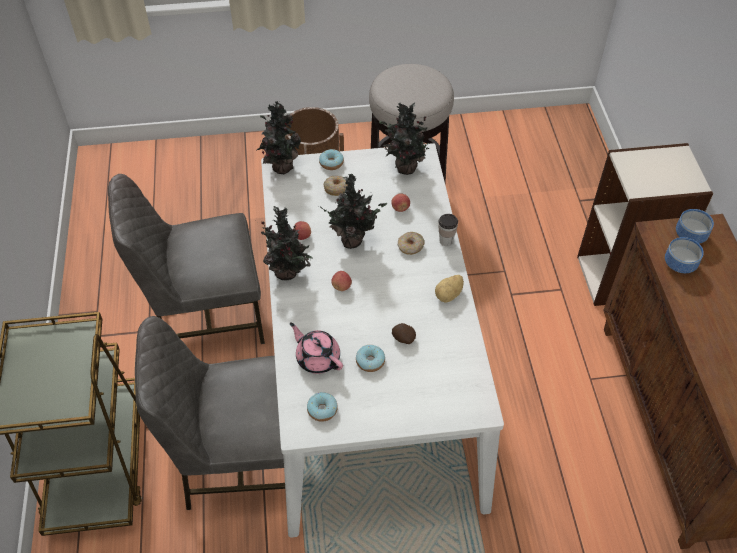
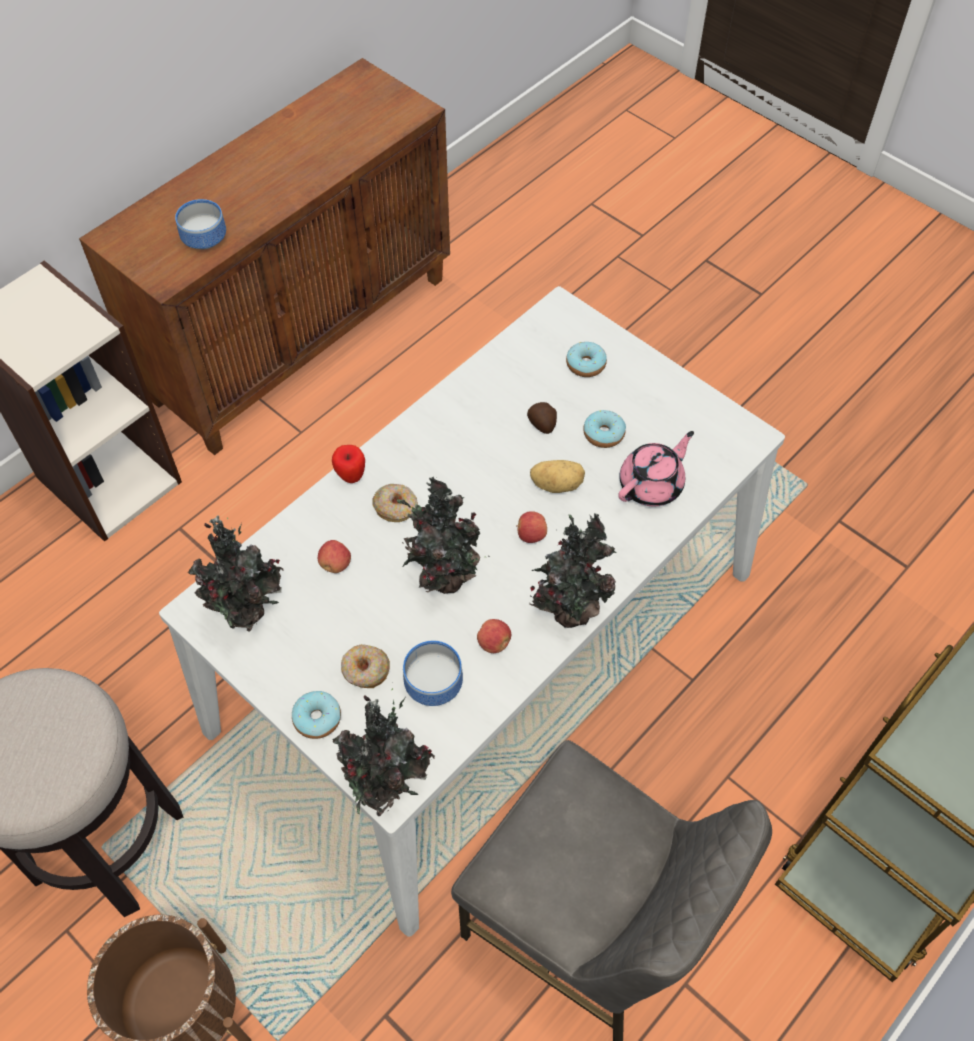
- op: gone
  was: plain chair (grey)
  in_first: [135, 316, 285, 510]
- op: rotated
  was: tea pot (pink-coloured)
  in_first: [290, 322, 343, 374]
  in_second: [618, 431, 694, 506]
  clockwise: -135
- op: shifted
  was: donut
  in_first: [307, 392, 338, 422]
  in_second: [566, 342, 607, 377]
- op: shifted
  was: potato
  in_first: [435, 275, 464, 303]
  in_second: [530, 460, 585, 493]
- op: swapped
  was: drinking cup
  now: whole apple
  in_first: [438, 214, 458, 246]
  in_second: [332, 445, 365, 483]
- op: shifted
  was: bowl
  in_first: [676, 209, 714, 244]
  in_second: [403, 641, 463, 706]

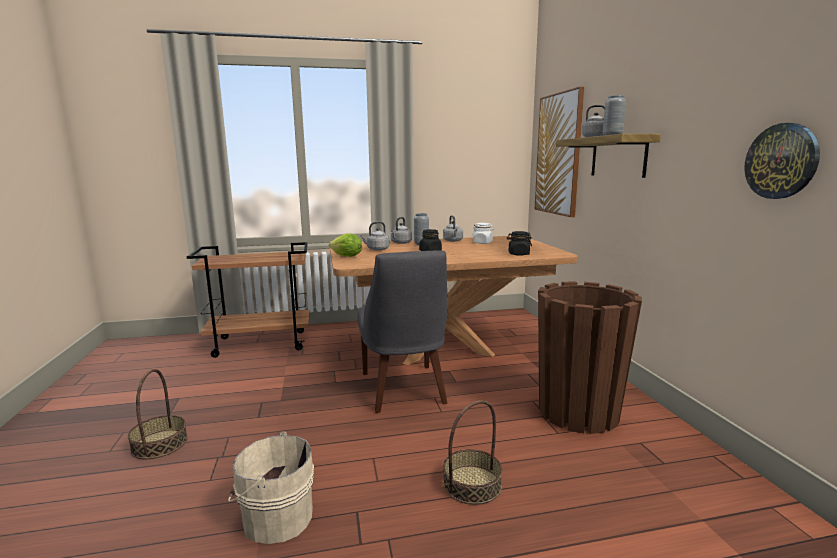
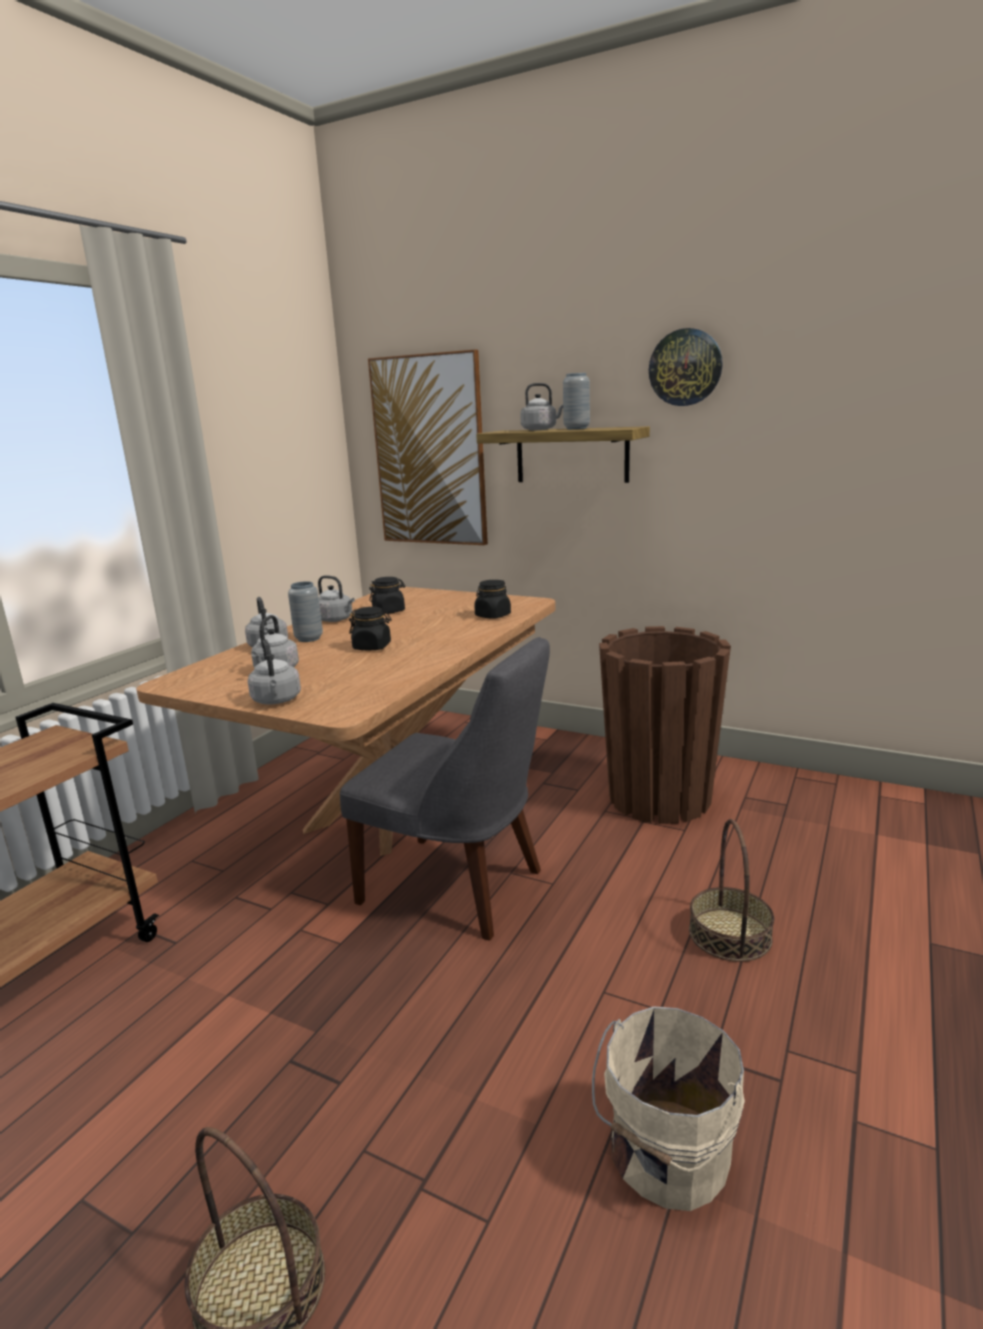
- op: swapped
  was: lettuce head
  now: tea kettle (grey)
  in_first: [329, 233, 362, 257]
  in_second: [248, 639, 301, 704]
- op: repainted
  was: preserve jar (white)
  now: preserve jar (black)
  in_first: [473, 223, 495, 244]
  in_second: [369, 577, 406, 614]
- op: shifted
  was: wall clock
  in_first: [744, 123, 820, 199]
  in_second: [649, 328, 723, 406]

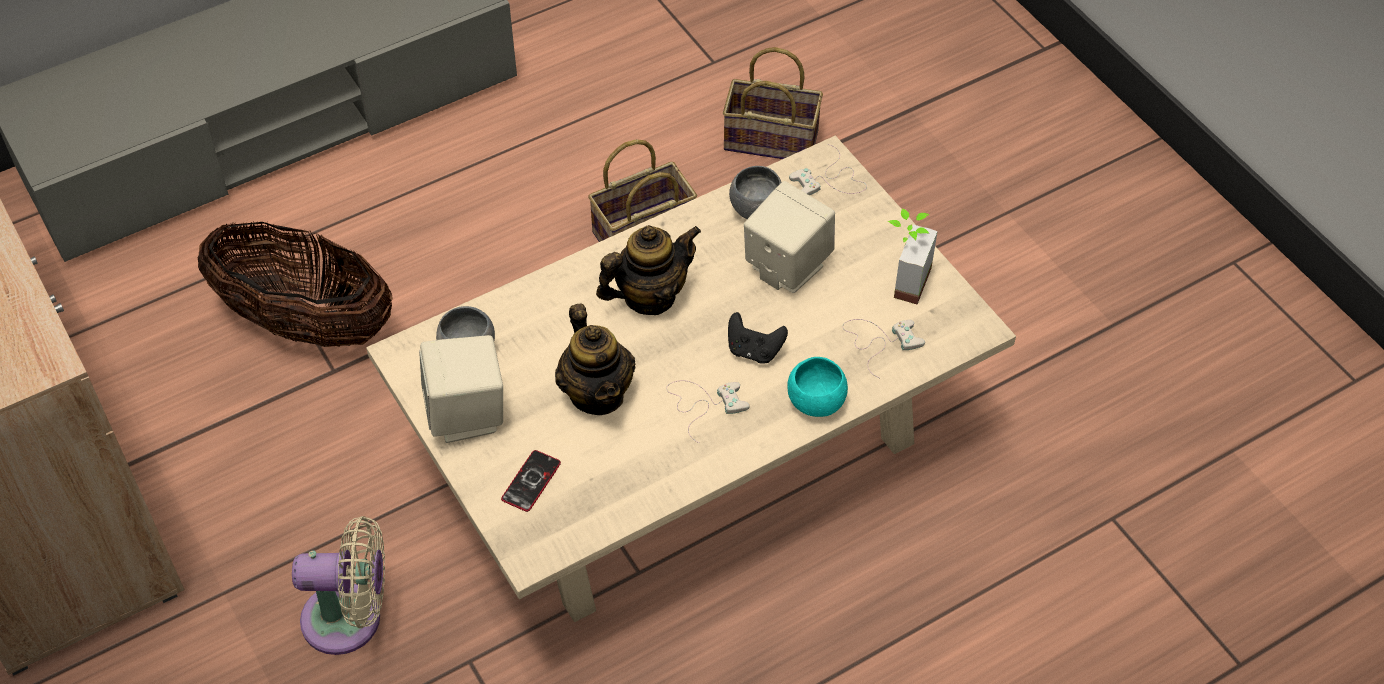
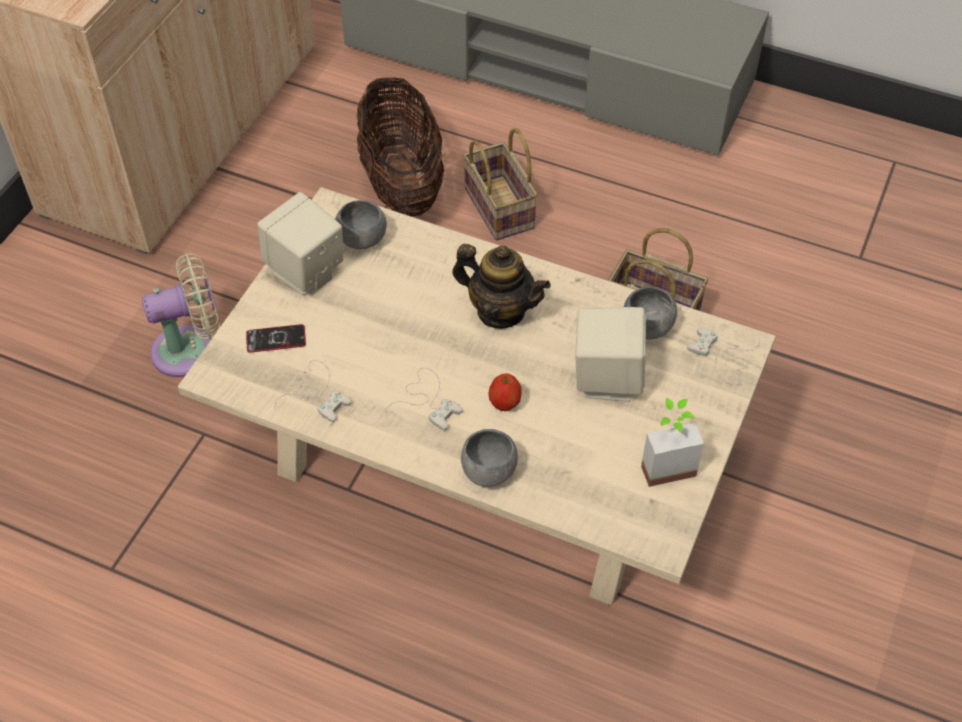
- op: rotated
  was: cooling fan (beige-coloured)
  in_first: [292, 516, 385, 655]
  in_second: [142, 253, 220, 377]
  clockwise: -75
- op: gone
  was: tea pot
  in_first: [555, 304, 636, 415]
- op: shifted
  was: basket
  in_first: [723, 47, 823, 159]
  in_second: [463, 128, 538, 240]
- op: swapped
  was: gamepad (black)
  now: whole apple
  in_first: [728, 312, 788, 363]
  in_second: [488, 373, 522, 411]
- op: repainted
  was: bowl (turquoise)
  now: bowl (grey)
  in_first: [787, 357, 848, 417]
  in_second: [461, 429, 518, 487]
- op: shifted
  was: gamepad (white)
  in_first: [843, 319, 925, 378]
  in_second: [275, 360, 352, 422]

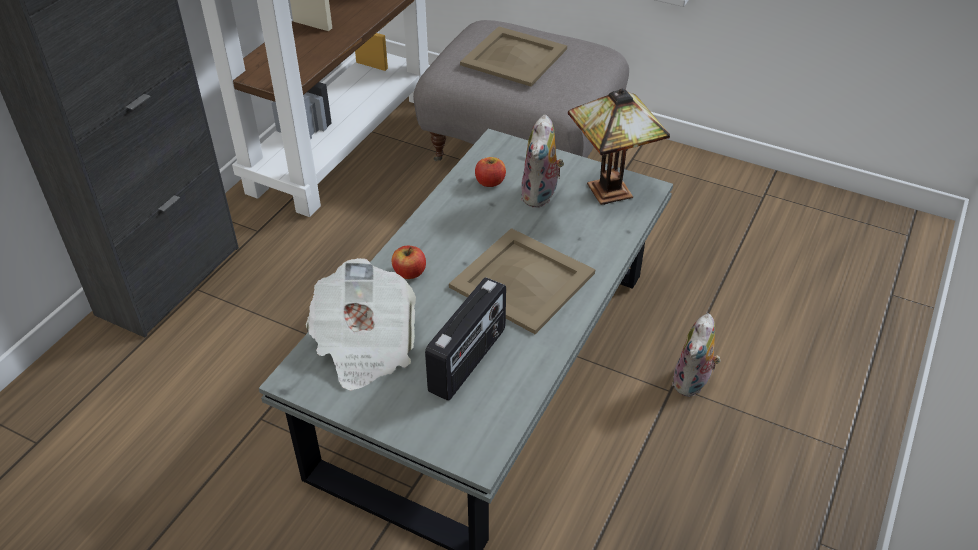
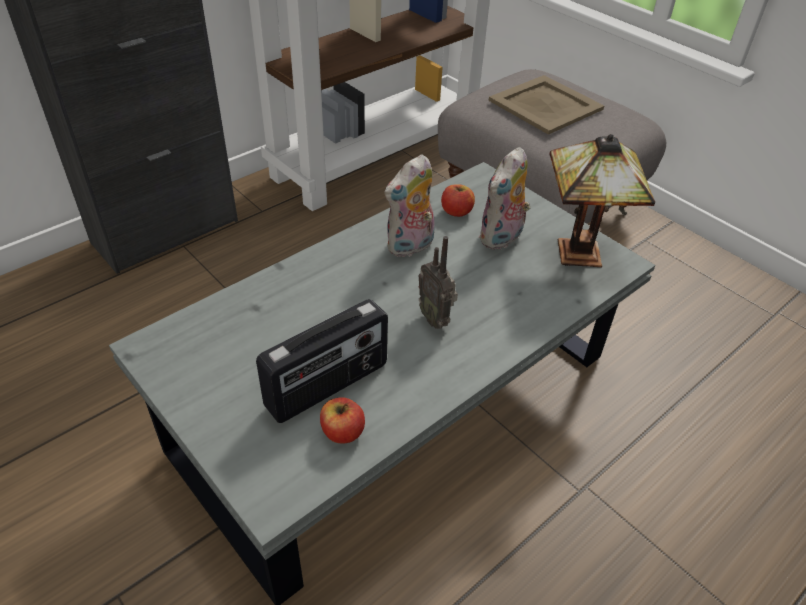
- op: gone
  was: daily paper
  in_first: [306, 258, 416, 391]
- op: shifted
  was: whole apple
  in_first: [392, 246, 426, 279]
  in_second: [320, 397, 365, 444]
- op: swapped
  was: tray (beige-coloured)
  now: radio
  in_first: [449, 228, 595, 334]
  in_second: [418, 236, 458, 329]
- op: shifted
  was: cuddly toy
  in_first: [672, 314, 721, 397]
  in_second: [384, 154, 435, 258]

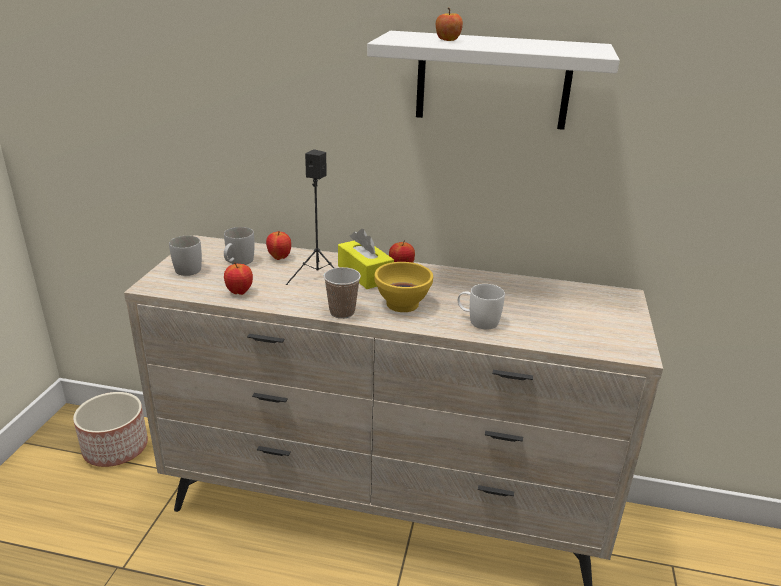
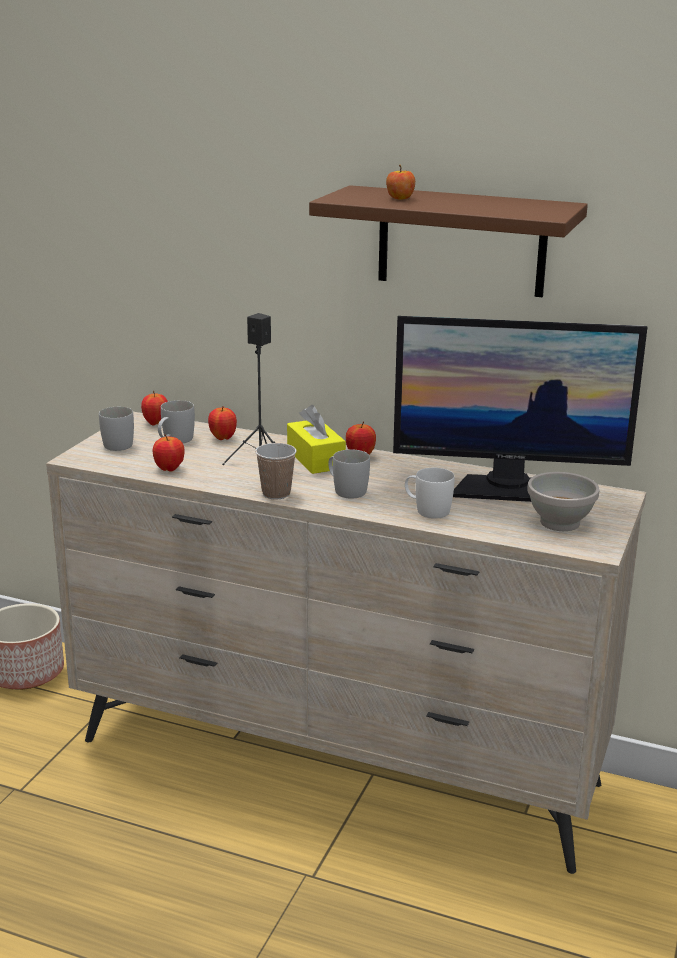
- op: repainted
  was: bracket shelf (white)
  now: bracket shelf (brownish)
  in_first: [367, 31, 620, 130]
  in_second: [309, 185, 588, 297]
- op: swapped
  was: bowl (yellow-coloured)
  now: mug (white)
  in_first: [374, 262, 433, 312]
  in_second: [328, 449, 370, 499]
- op: new
  now: whole apple
  in_second: [141, 391, 168, 425]
- op: new
  now: monitor
  in_second: [393, 316, 647, 502]
- op: new
  now: bowl (white)
  in_second: [527, 472, 600, 531]

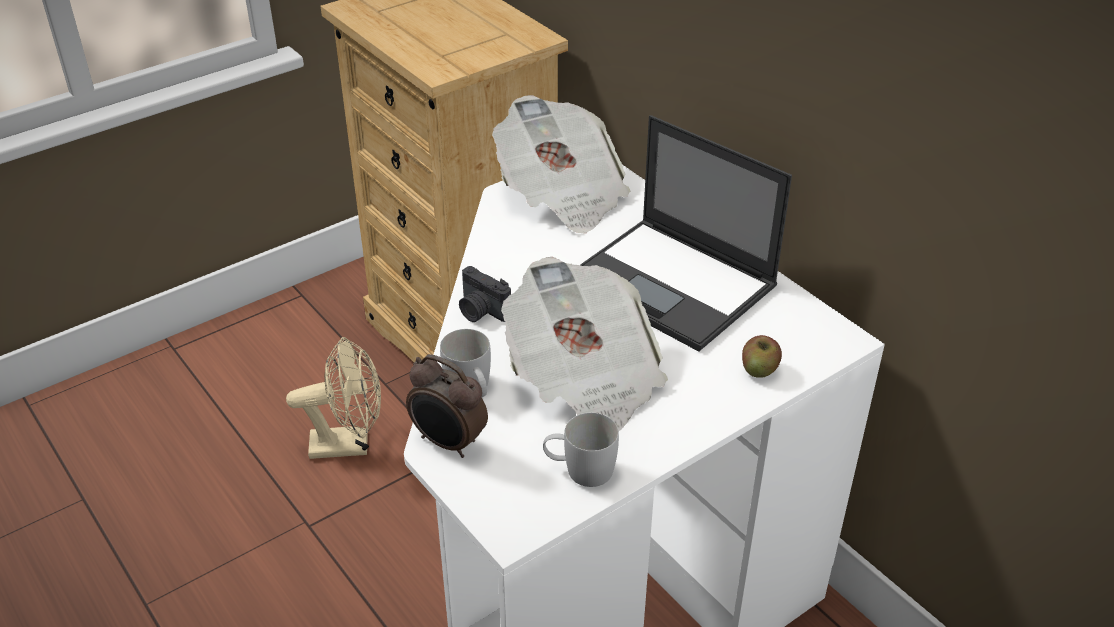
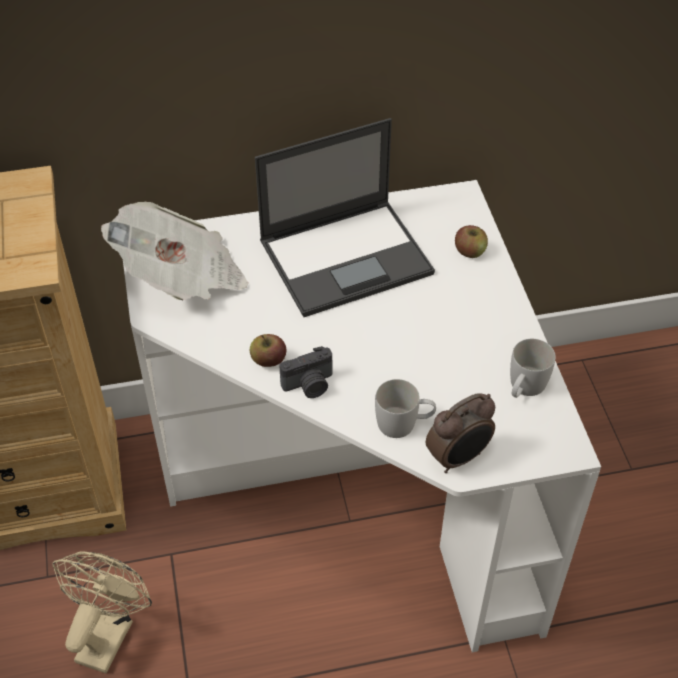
- op: gone
  was: daily paper
  in_first: [501, 257, 668, 431]
- op: new
  now: whole apple
  in_second: [250, 334, 286, 367]

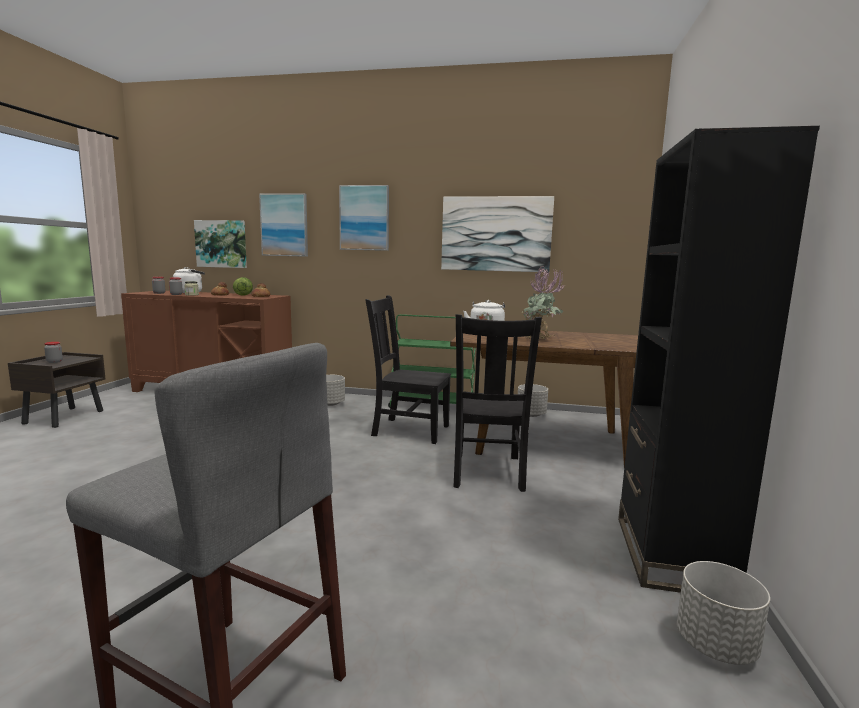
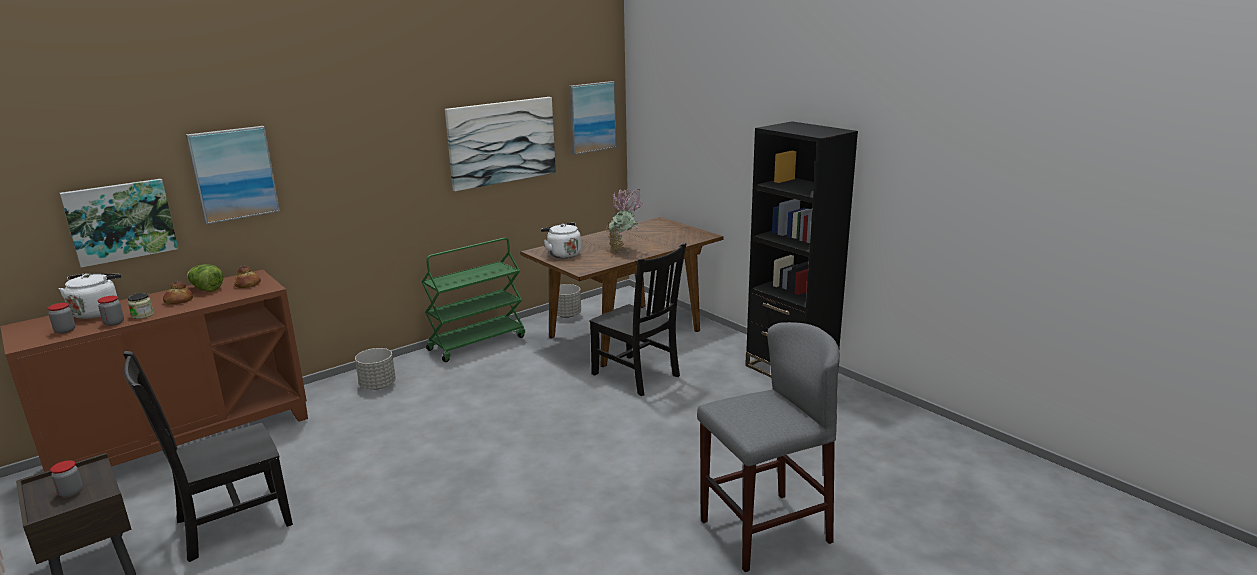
- op: shifted
  was: picture
  in_first: [339, 185, 389, 251]
  in_second: [569, 81, 617, 155]
- op: shifted
  was: plain chair (black)
  in_first: [366, 295, 451, 444]
  in_second: [123, 351, 293, 562]
- op: gone
  was: plant pot (grey)
  in_first: [677, 561, 770, 665]

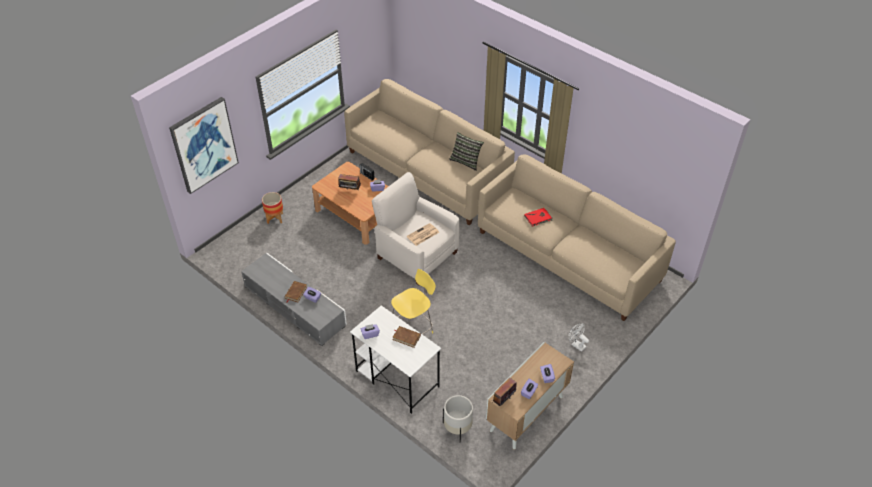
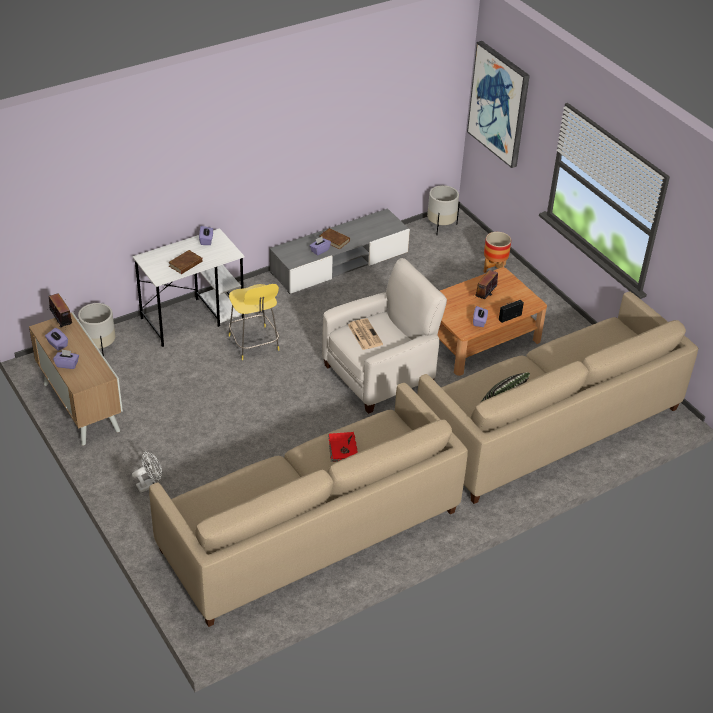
- op: new
  now: plant pot (white)
  in_second: [427, 185, 460, 236]

